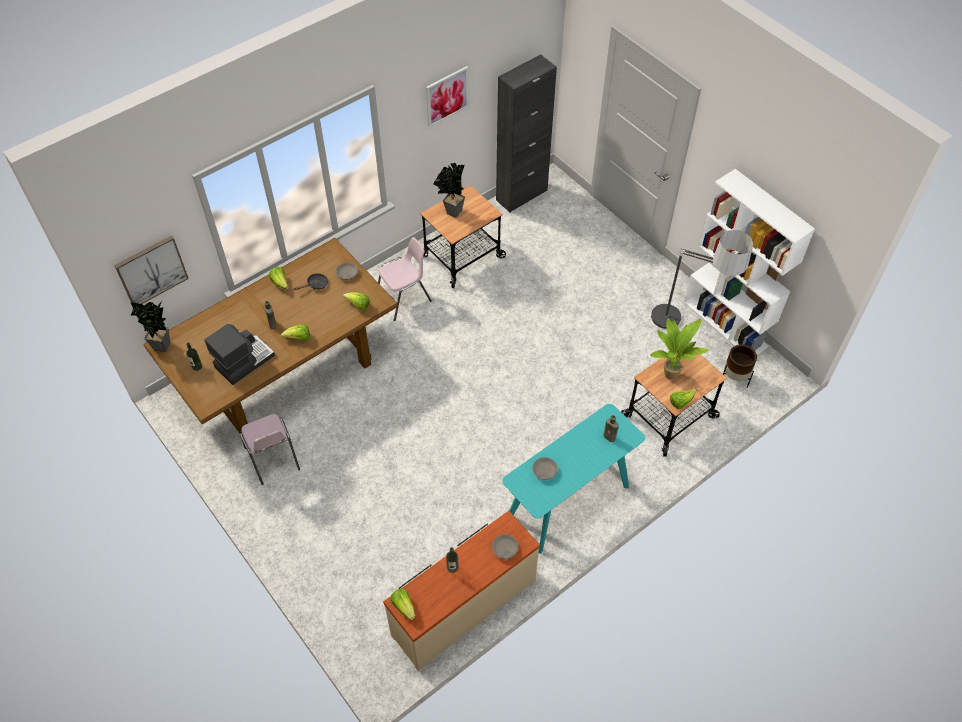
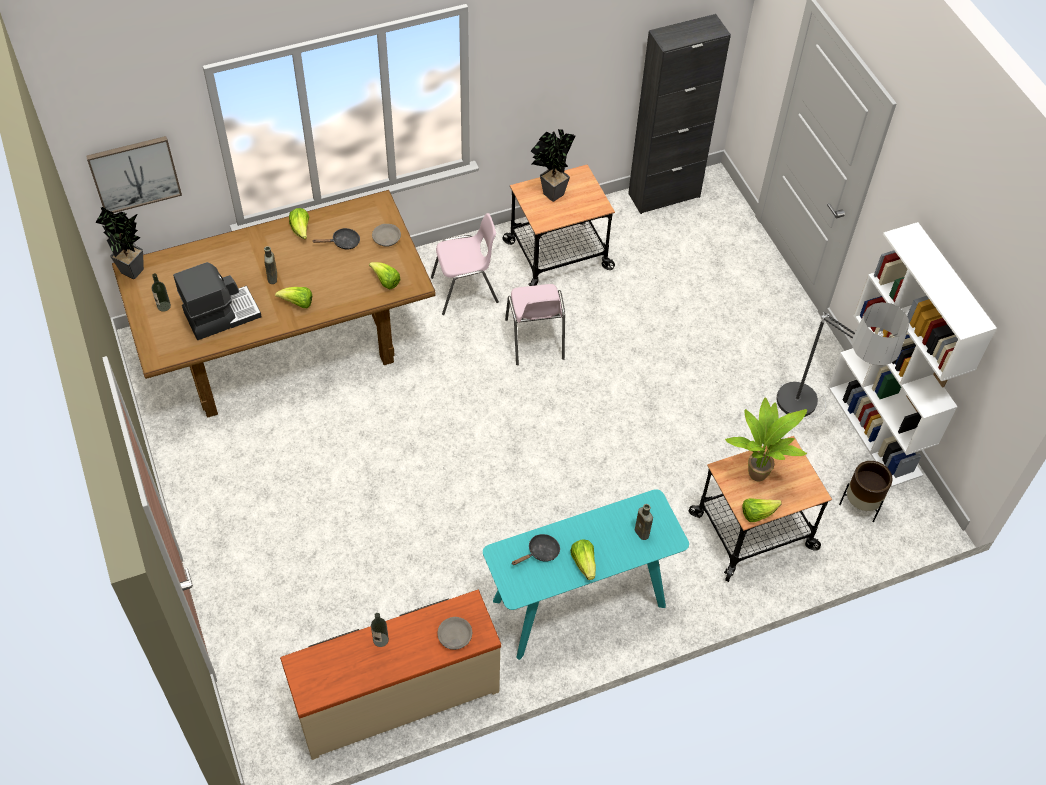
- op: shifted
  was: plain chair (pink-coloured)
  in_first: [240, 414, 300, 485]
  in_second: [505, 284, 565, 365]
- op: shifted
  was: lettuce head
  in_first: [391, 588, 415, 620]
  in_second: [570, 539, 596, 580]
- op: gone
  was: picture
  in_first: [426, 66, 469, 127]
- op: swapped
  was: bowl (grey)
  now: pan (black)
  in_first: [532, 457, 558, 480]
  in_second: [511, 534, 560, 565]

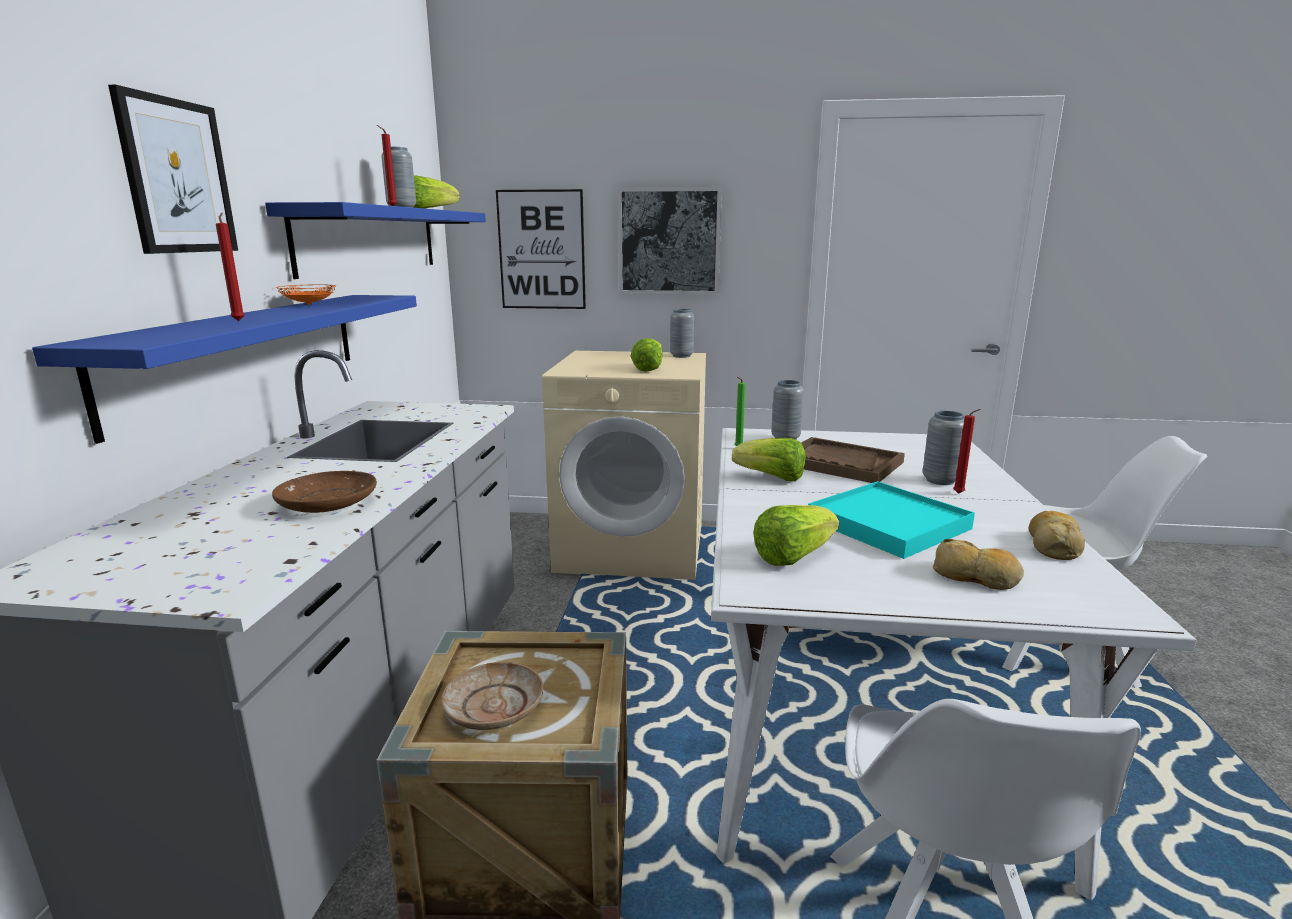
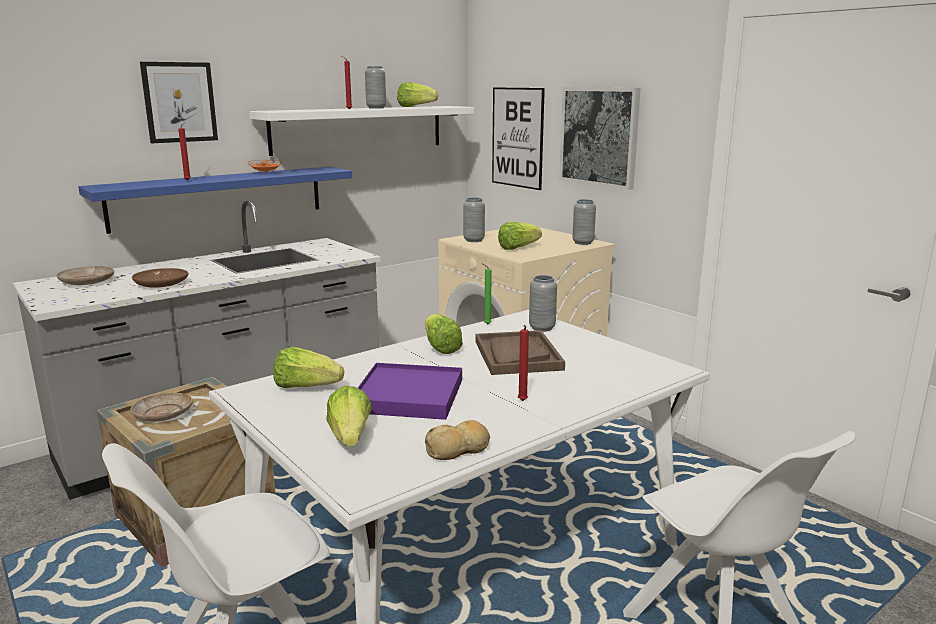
- op: repainted
  was: bracket shelf (blue)
  now: bracket shelf (white)
  in_first: [265, 202, 486, 279]
  in_second: [249, 106, 474, 156]
- op: repainted
  was: tray (turquoise)
  now: tray (purple)
  in_first: [808, 481, 975, 559]
  in_second: [358, 363, 462, 420]
- op: shifted
  was: vase (grey)
  in_first: [923, 411, 964, 485]
  in_second: [463, 197, 485, 242]
- op: swapped
  was: bread
  now: lettuce head
  in_first: [933, 539, 1024, 590]
  in_second: [326, 386, 372, 447]
- op: new
  now: dinner plate (beige-coloured)
  in_second: [56, 266, 114, 285]

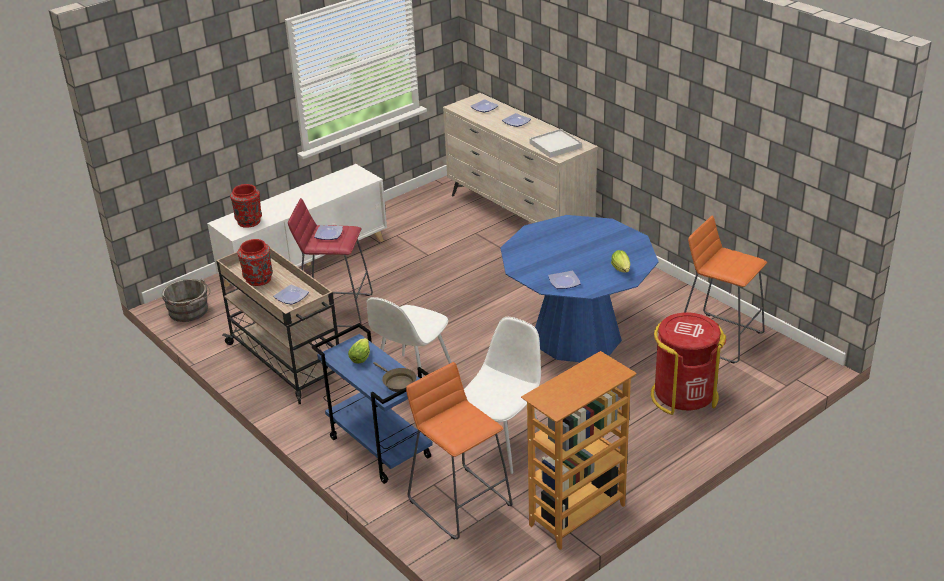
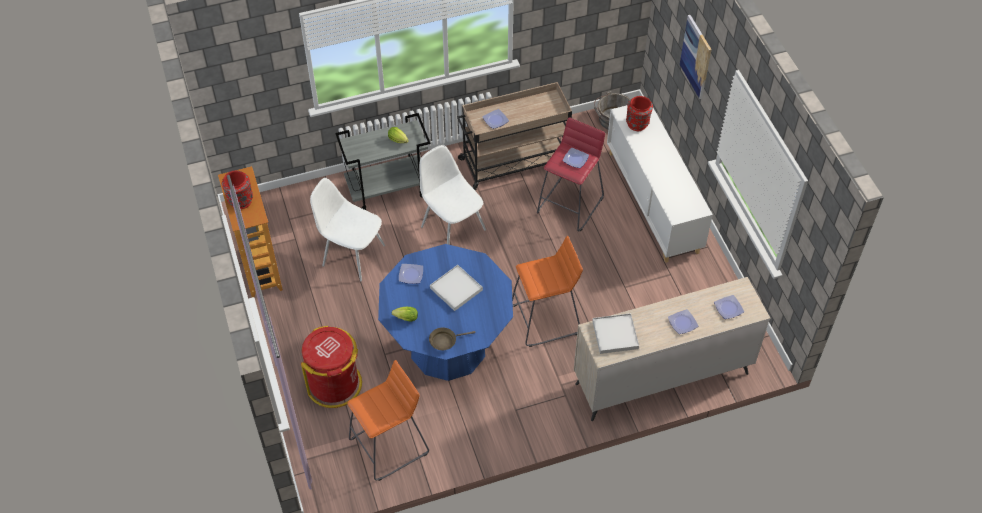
- op: shifted
  was: vase (red-coloured)
  in_first: [238, 239, 273, 286]
  in_second: [222, 170, 253, 209]
- op: repainted
  was: cart (blue)
  now: cart (grey)
  in_first: [312, 323, 433, 484]
  in_second: [335, 113, 430, 210]
- op: shifted
  was: pan (brownish)
  in_first: [373, 362, 417, 392]
  in_second: [429, 328, 476, 350]
- op: shifted
  was: stool (orange)
  in_first: [406, 362, 512, 540]
  in_second: [512, 236, 583, 347]
- op: rotated
  was: plain chair (white)
  in_first: [464, 317, 541, 474]
  in_second: [310, 178, 385, 282]
  clockwise: 150
- op: new
  now: tray (white)
  in_second: [430, 265, 483, 311]
- op: new
  now: picture
  in_second: [680, 15, 712, 99]

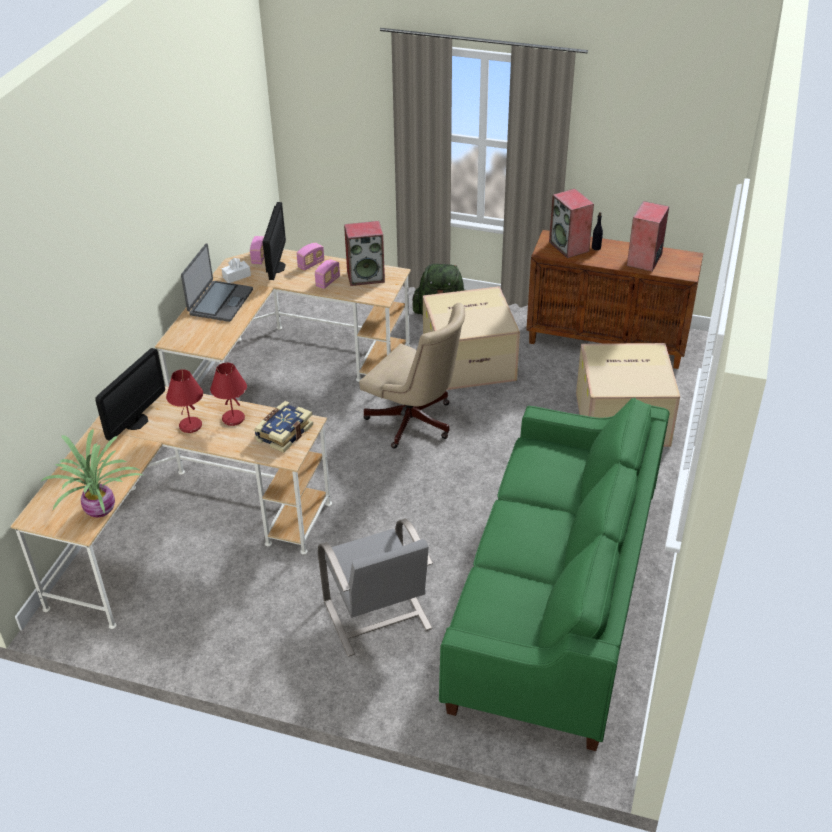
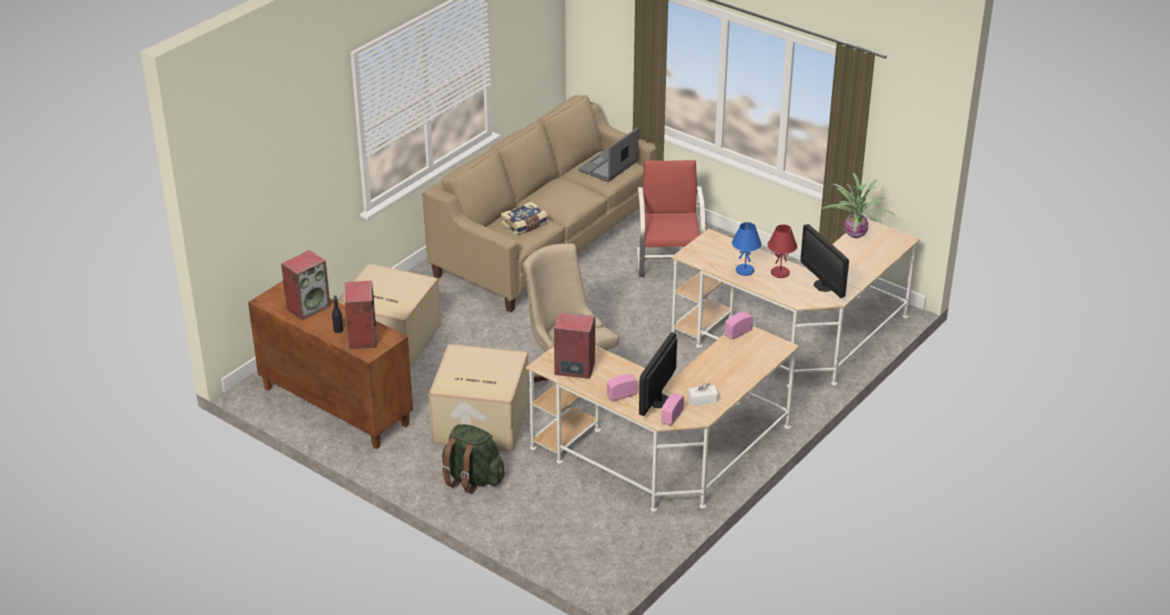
- op: rotated
  was: monitor
  in_first: [95, 348, 165, 441]
  in_second: [801, 224, 849, 298]
  clockwise: -75
- op: shifted
  was: portable computer
  in_first: [181, 243, 253, 322]
  in_second: [579, 127, 639, 182]
- op: repainted
  was: lamp for a table (red-coloured)
  now: lamp for a table (blue)
  in_first: [210, 363, 247, 426]
  in_second: [732, 222, 762, 276]
- op: shifted
  was: bound book
  in_first: [254, 401, 313, 453]
  in_second: [501, 201, 548, 236]
- op: shifted
  was: radio
  in_first: [315, 259, 340, 289]
  in_second: [725, 312, 753, 340]
- op: repainted
  was: plain chair (grey)
  now: plain chair (red-coloured)
  in_first: [318, 518, 433, 657]
  in_second: [636, 160, 706, 277]
- op: repainted
  was: sofa (greenish)
  now: sofa (beige-coloured)
  in_first: [439, 398, 670, 751]
  in_second: [422, 95, 656, 312]

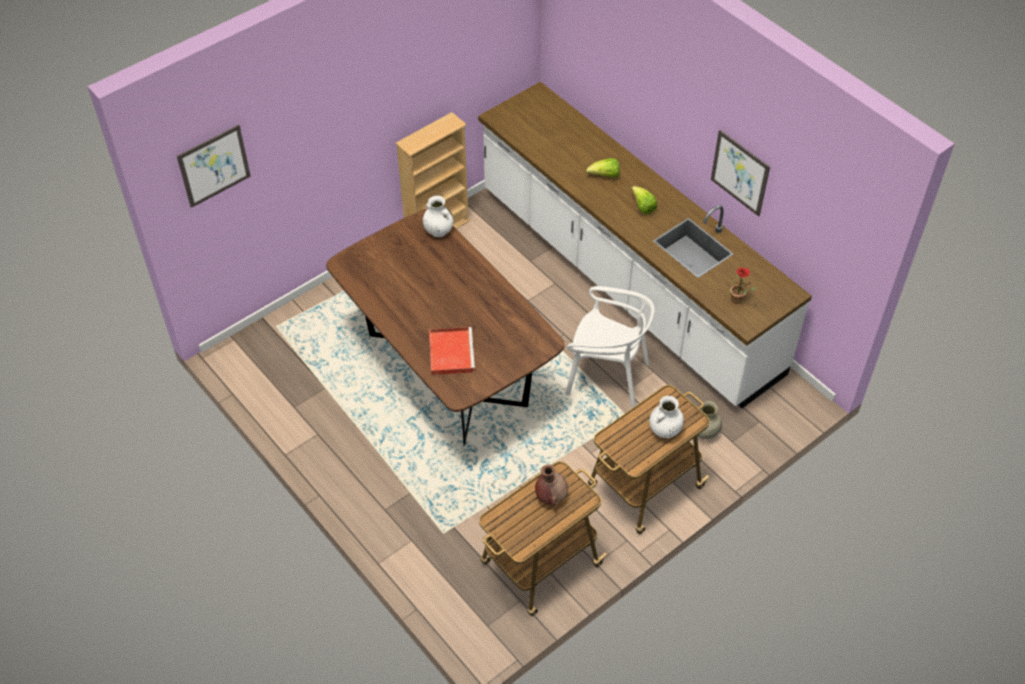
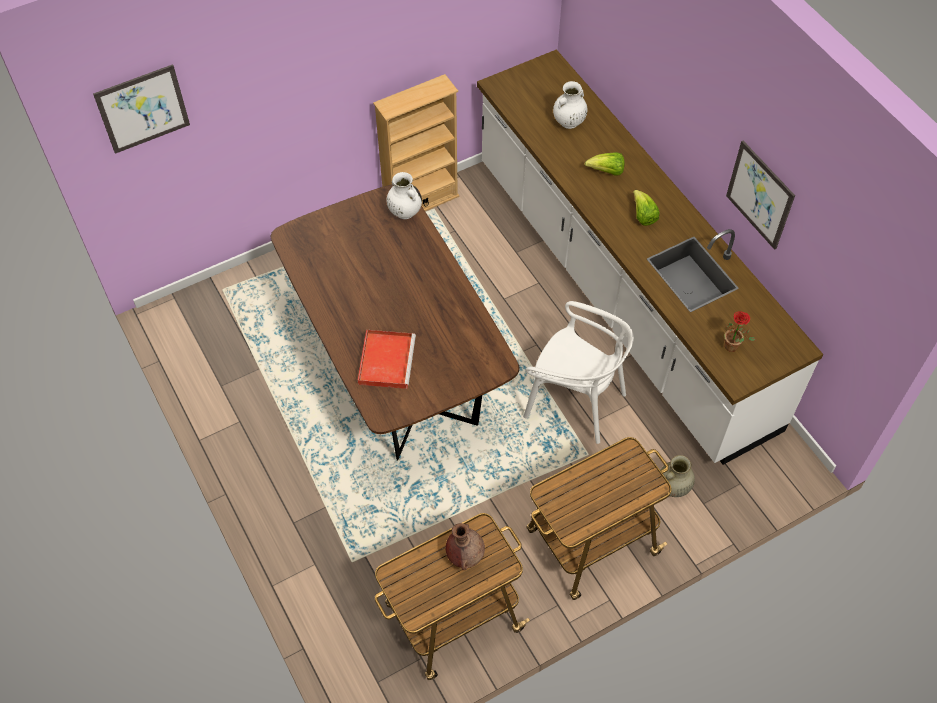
- op: shifted
  was: vase (white)
  in_first: [649, 396, 684, 438]
  in_second: [553, 81, 587, 129]

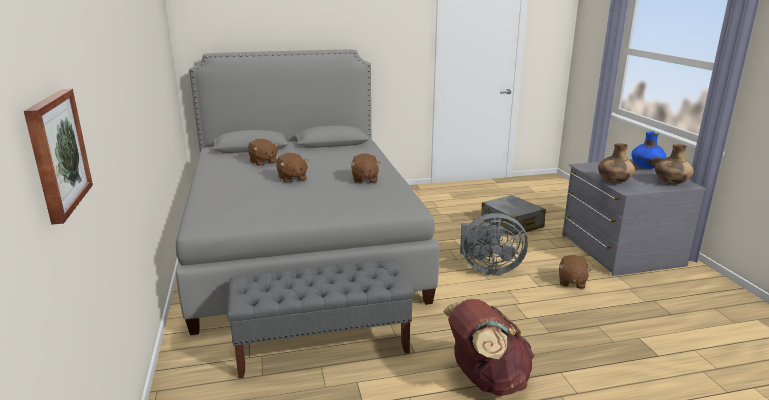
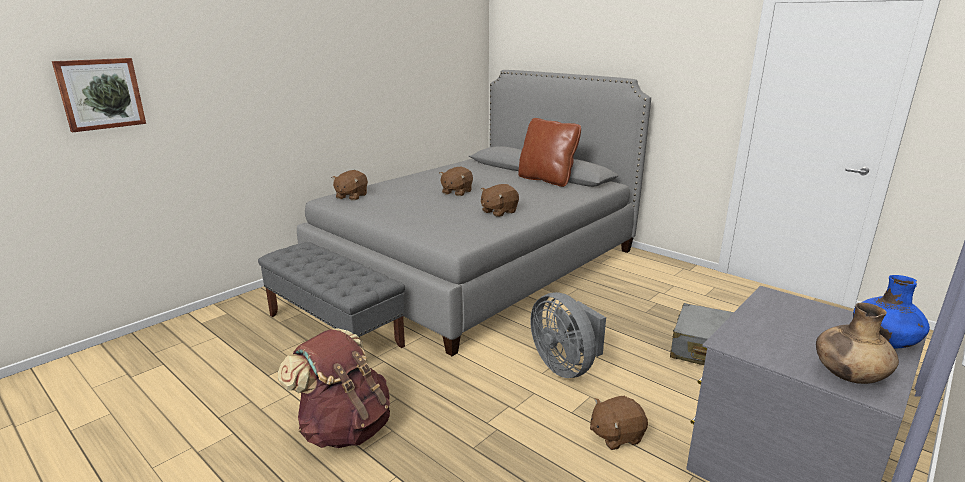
- op: shifted
  was: cuddly toy (brownish)
  in_first: [248, 139, 278, 166]
  in_second: [332, 170, 368, 201]
- op: gone
  was: vase (brownish)
  in_first: [598, 143, 635, 183]
- op: new
  now: pillow (brownish)
  in_second: [518, 118, 581, 187]

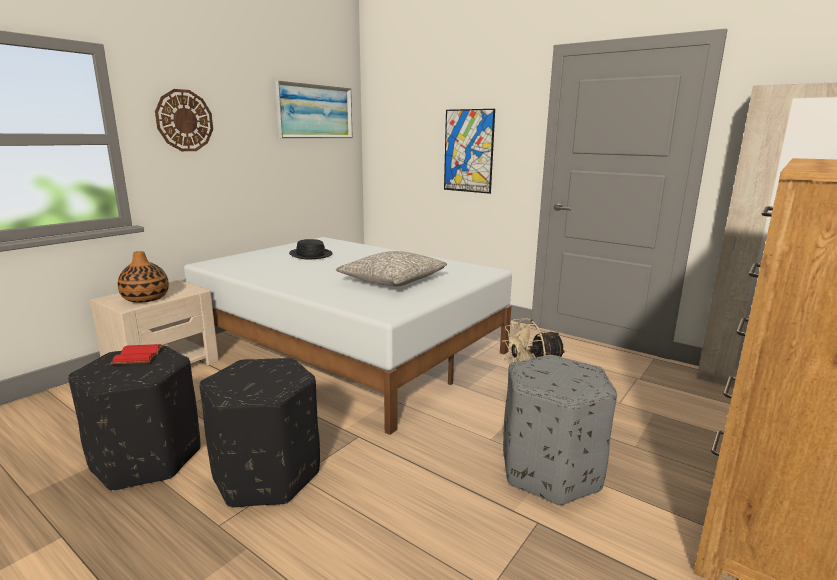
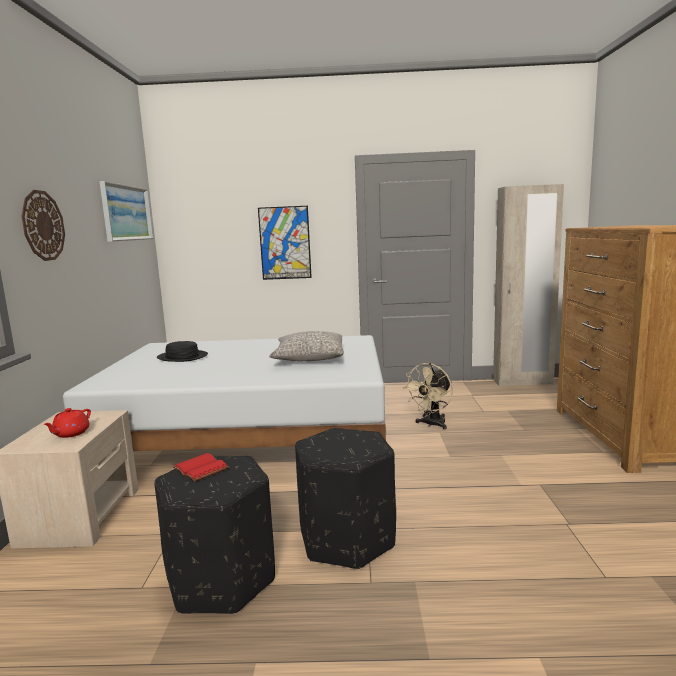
- op: swapped
  was: vase
  now: tea pot (red-coloured)
  in_first: [118, 251, 169, 303]
  in_second: [43, 408, 91, 438]
- op: gone
  was: footrest (grey)
  in_first: [503, 355, 617, 506]

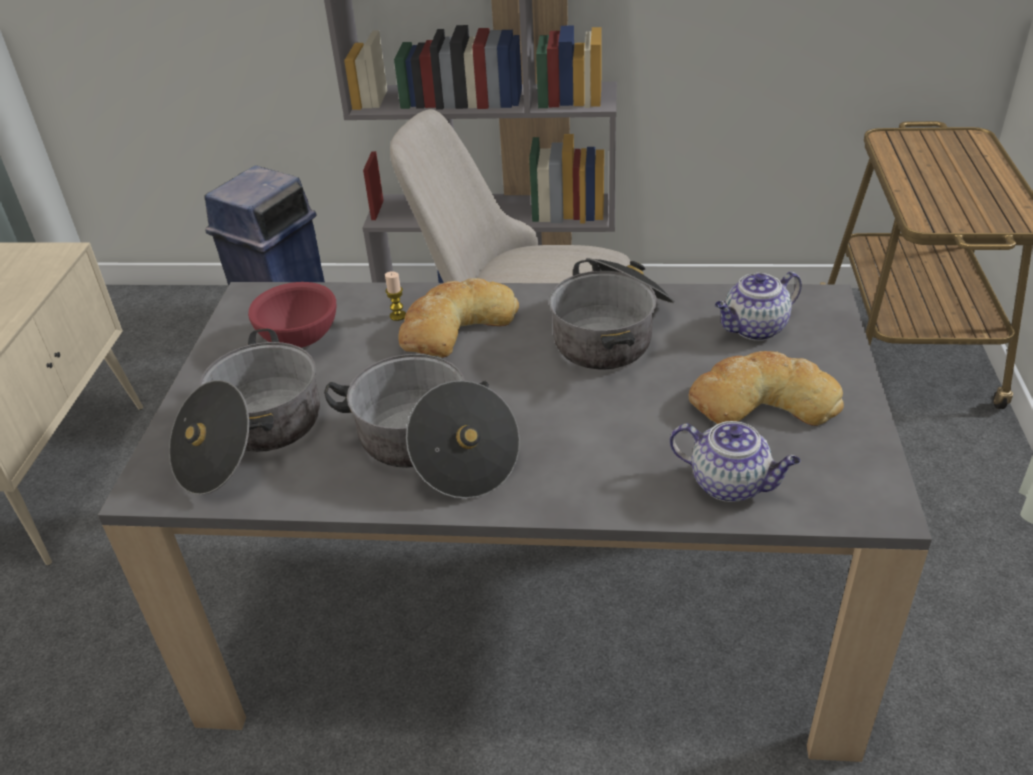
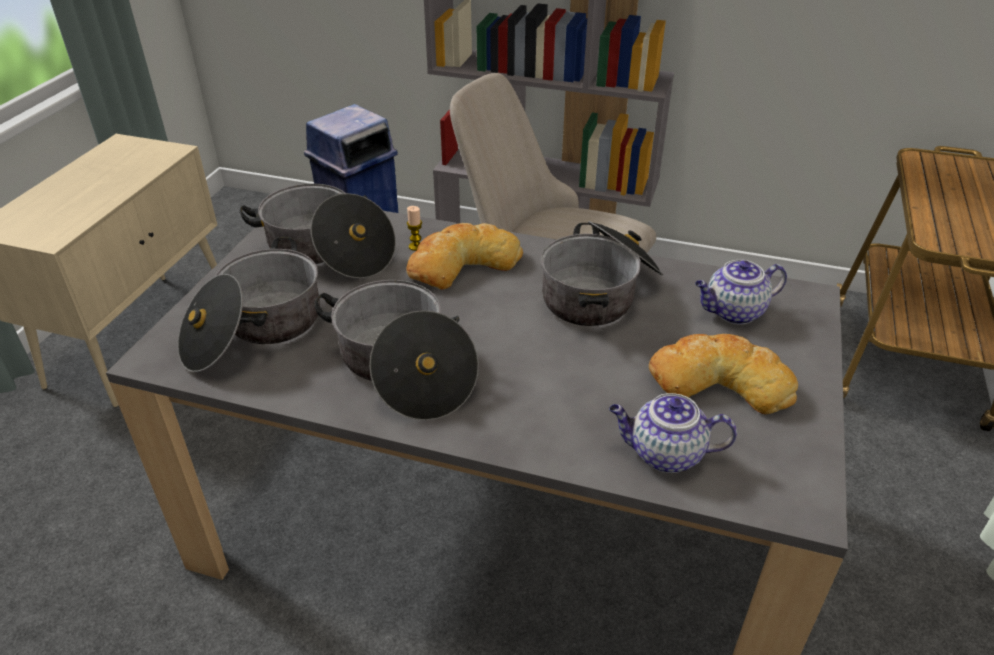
- op: swapped
  was: bowl (red-coloured)
  now: saucepot
  in_first: [248, 282, 336, 348]
  in_second: [239, 183, 396, 279]
- op: rotated
  was: tea pot
  in_first: [670, 421, 801, 502]
  in_second: [609, 393, 737, 473]
  clockwise: 150

